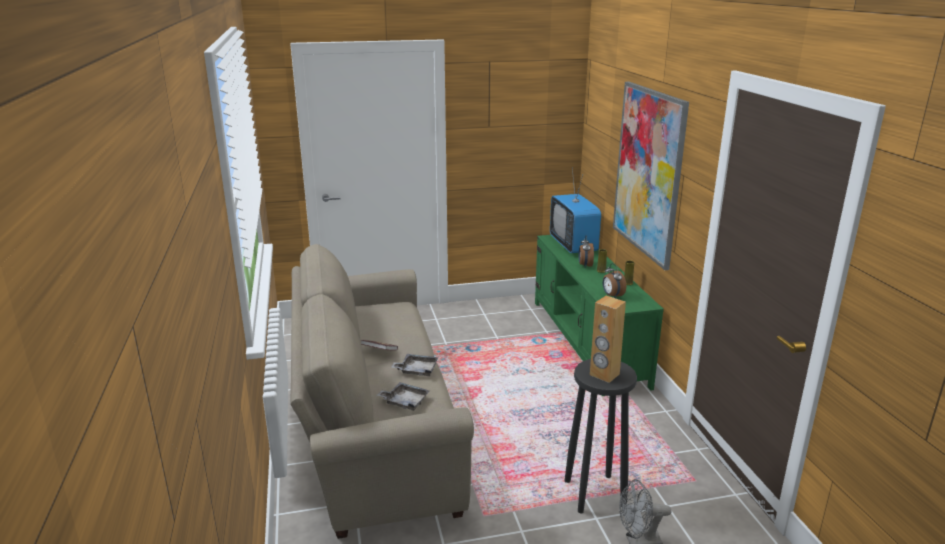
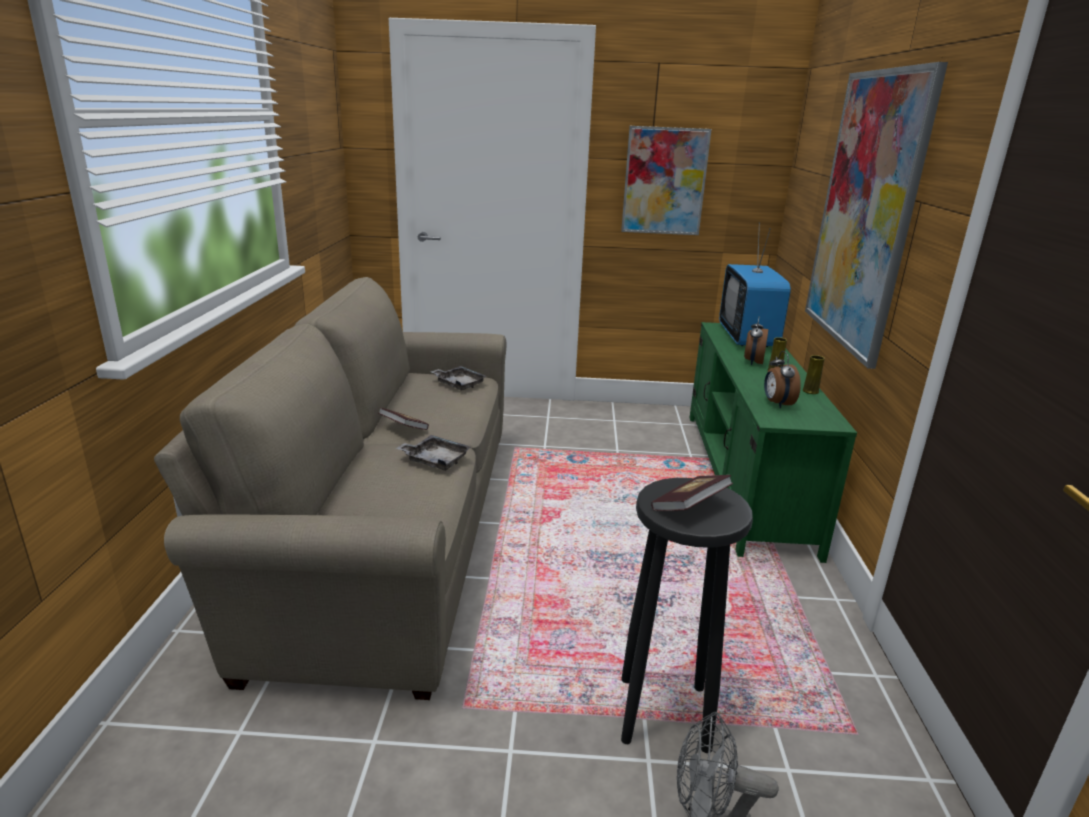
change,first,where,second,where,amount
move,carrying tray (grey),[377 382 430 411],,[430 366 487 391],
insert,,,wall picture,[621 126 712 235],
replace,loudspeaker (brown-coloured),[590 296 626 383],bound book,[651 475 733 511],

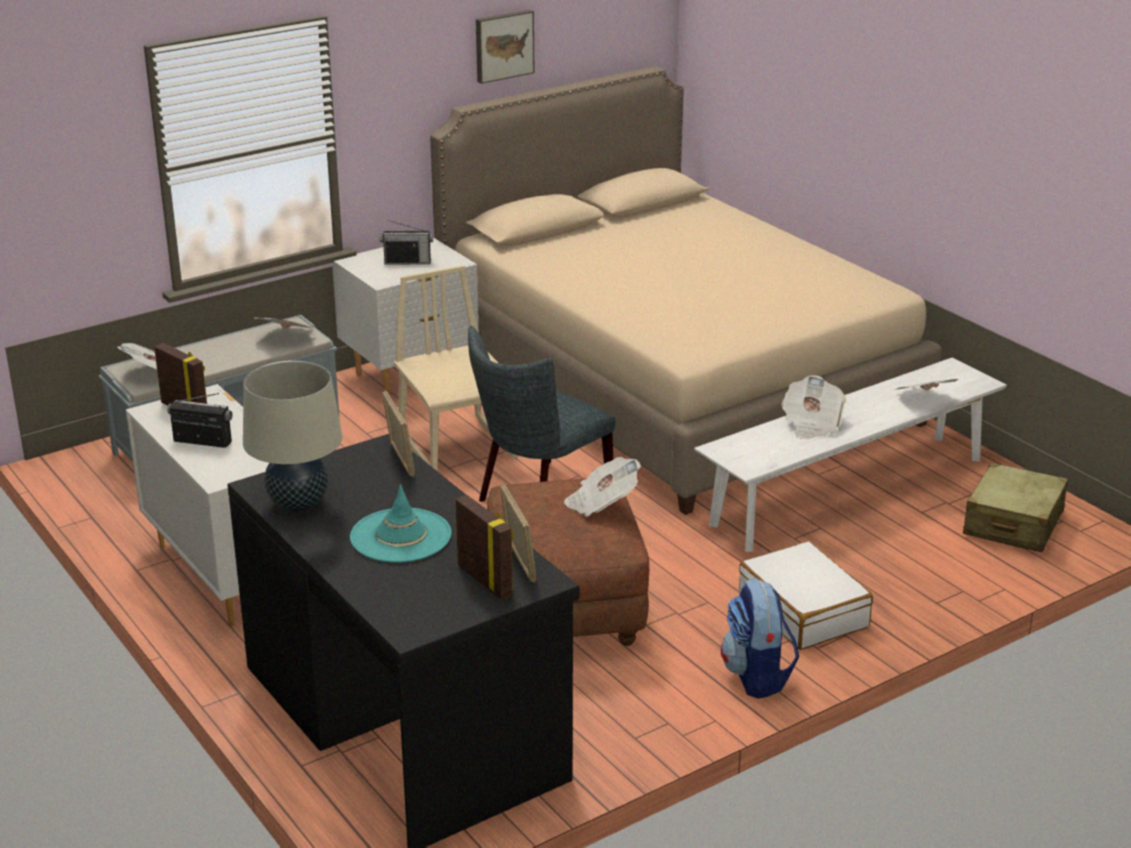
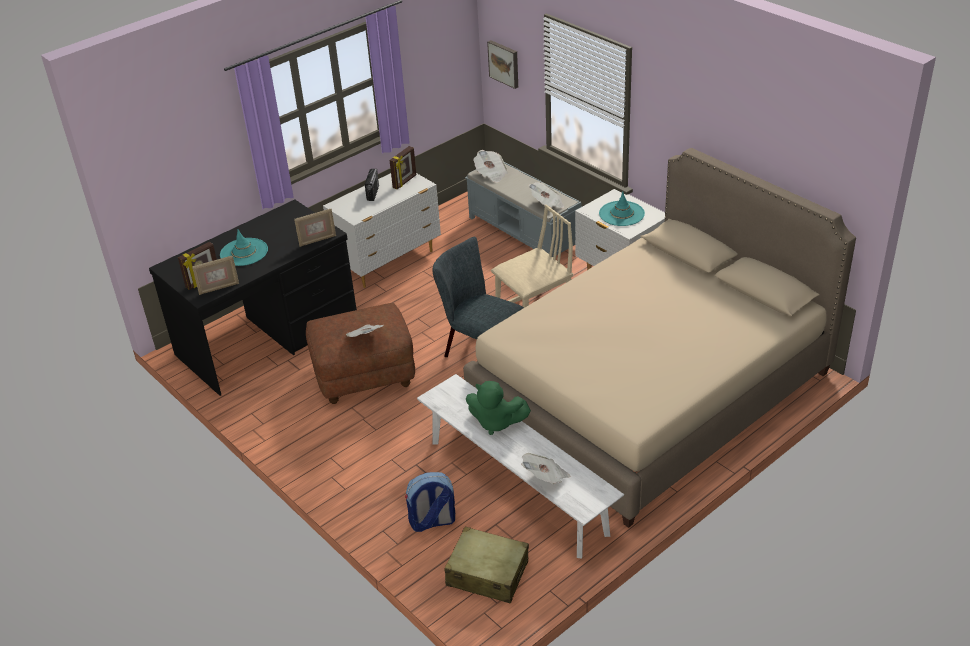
change,first,where,second,where,amount
move,backpack,[721 578 799 699],,[405 472 455 532],
replace,printed paper,[781 375 846 439],plush toy (greenish),[466 381 531 435],
move,wall picture,[476 10 534 84],,[487 40 518 89],
replace,radio receiver,[380 220 433 265],wearable hat (turquoise-coloured),[599 191 645 226],
delete,lamp for a table (sand-coloured),[243 361 342 512],,,
delete,piece of luggage (white-coloured),[739 541 873 650],,,

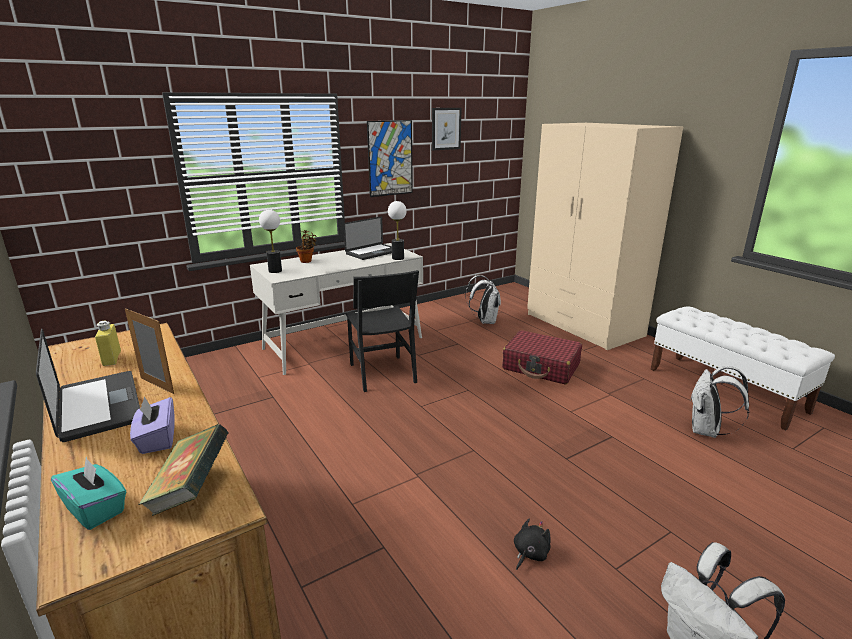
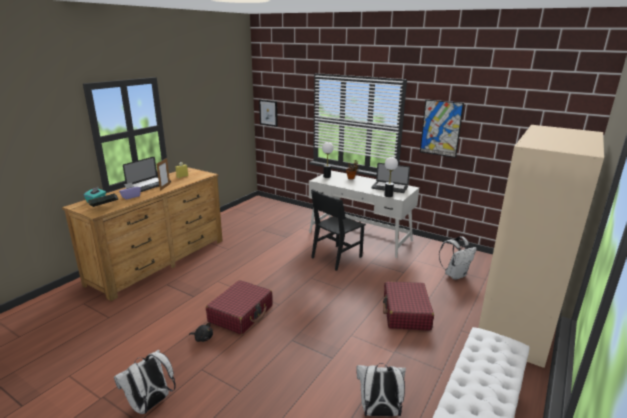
change,first,where,second,where,amount
insert,,,piece of luggage (reddish),[206 280 273 335],
move,wall picture,[432 108 462 151],,[259 100 278 127],

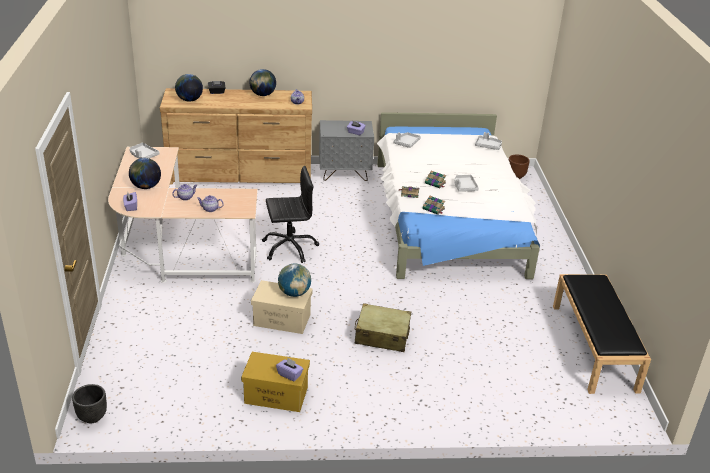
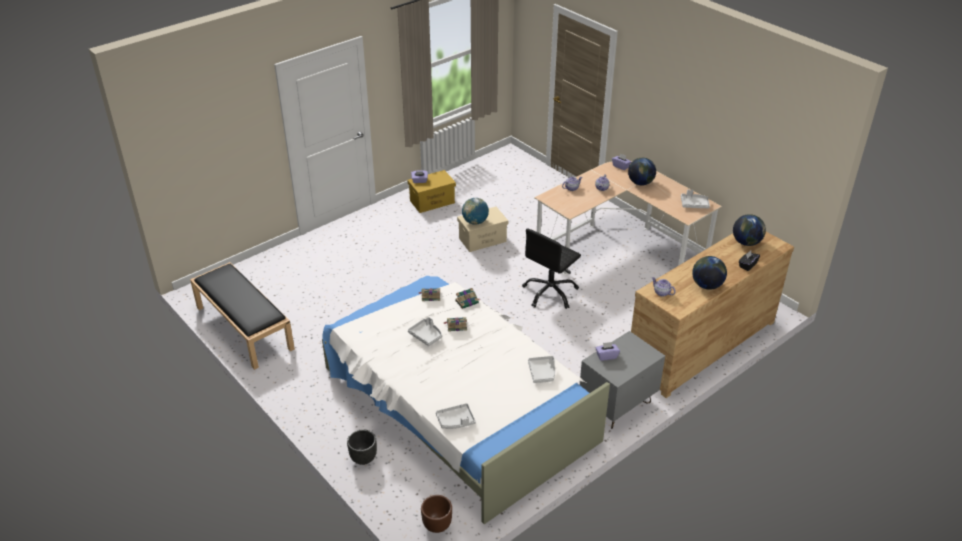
change,first,where,second,where,amount
move,flower pot (blackish),[72 384 107 423],,[347 430 377 465],
delete,piece of luggage (sand-coloured),[355 303 411 352],,,

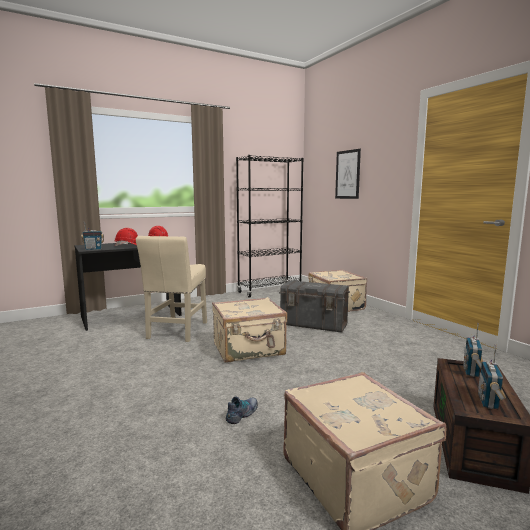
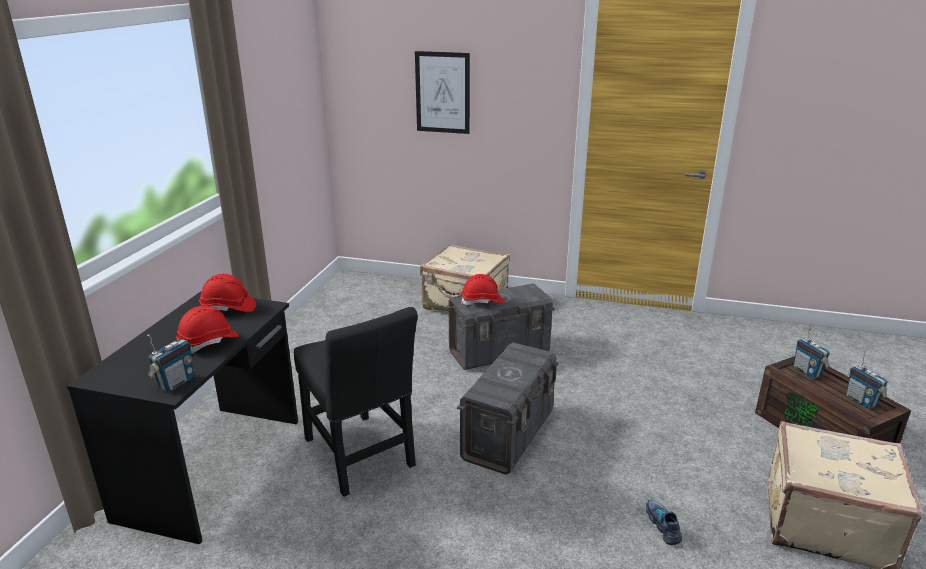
change,first,where,second,where,amount
recolor,upright chair (sand-coloured),[136 236 207 342],upright chair (blackish),[294 307 418 497],
replace,piece of luggage (sand-coloured),[212 297 287 363],storage container (grey),[457 342 558 475],
insert,,,hard hat (reddish),[461 274 504 305],
delete,bookshelf (blackish),[236 155 304 298],,,

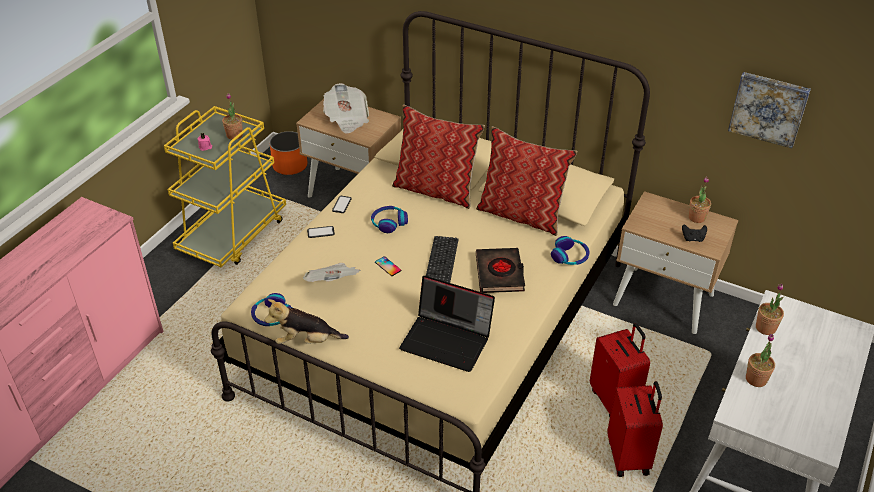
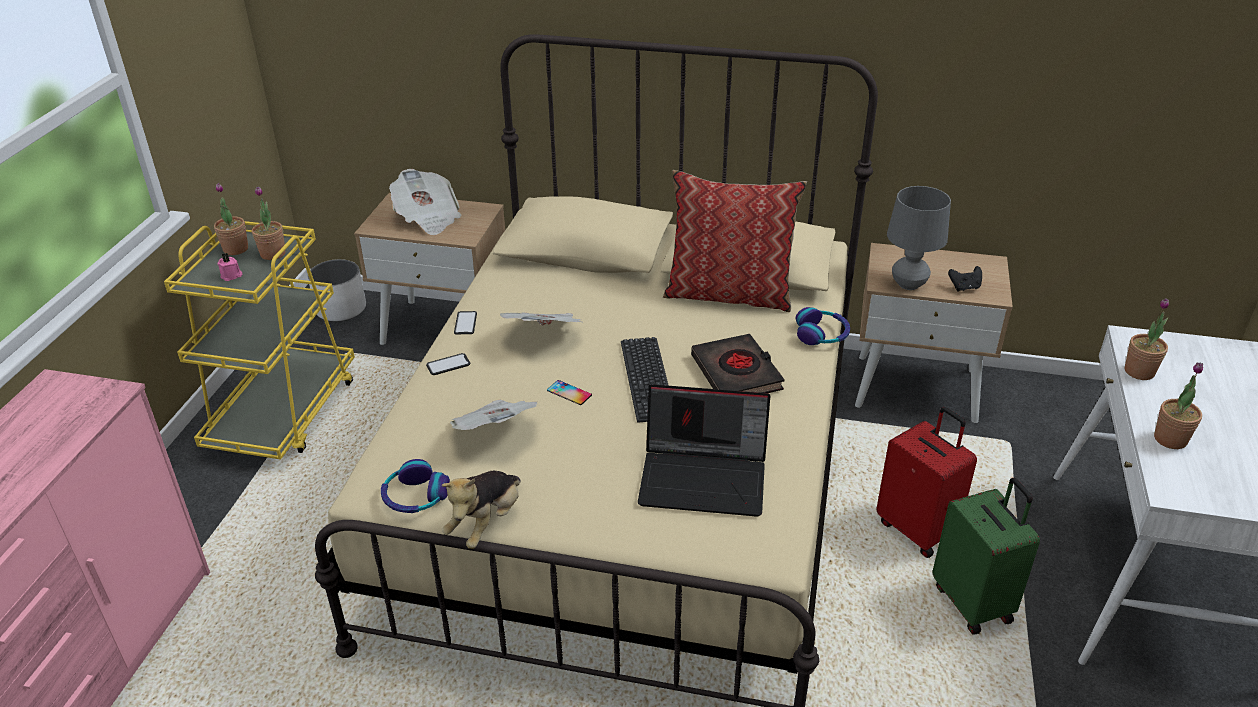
change,first,where,second,where,amount
move,houseplant,[689 176 711 223],,[214 183 248 255],
recolor,flower pot (orange),[270 131 307 175],flower pot (white-coloured),[308 259 366 322],
rotate,plush toy,[265 299 349 344],,[442 471 521 549],45 degrees counterclockwise
replace,headset,[371 206 408 233],printed paper,[500 312 582 325],
insert,,,lamp for a table (grey),[887 186 951 290],
recolor,piece of luggage (reddish),[607 381 663 477],piece of luggage (greenish),[933 478 1040 635],
delete,throw pillow,[392 105 485 209],,,
delete,wall picture,[728 72 811 149],,,

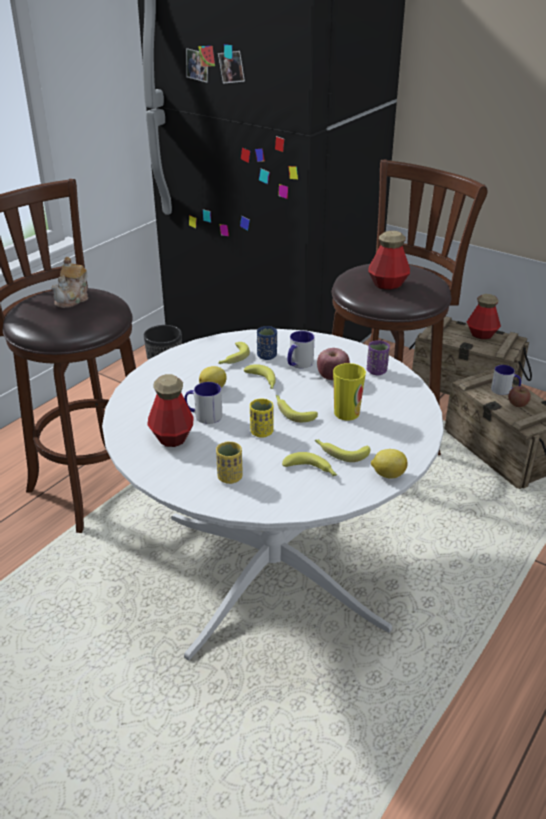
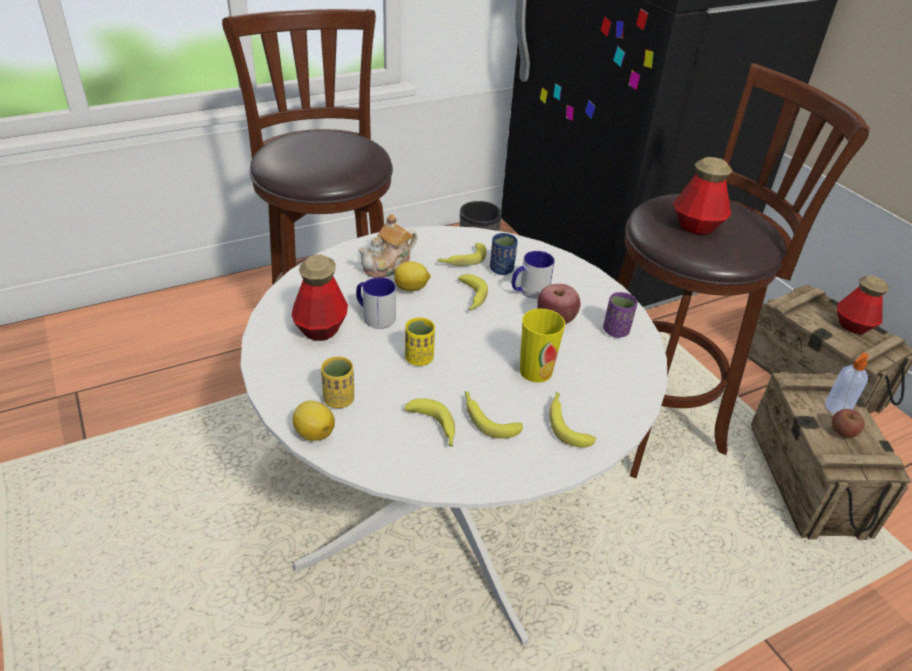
change,first,where,second,where,amount
move,whole lemon,[371 449 407 479],,[293 401 335 441],
move,pot for tea,[51 257 88 308],,[358 214 418 278],
move,whole banana,[276 395 318 422],,[550 391 596 448],
replace,mug,[491 365 521 395],soap bottle,[825 353 869 414],

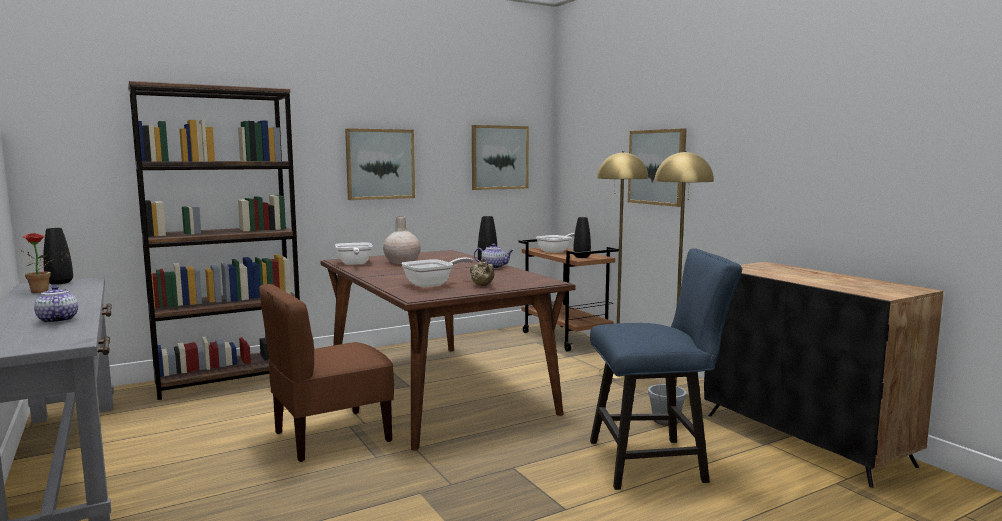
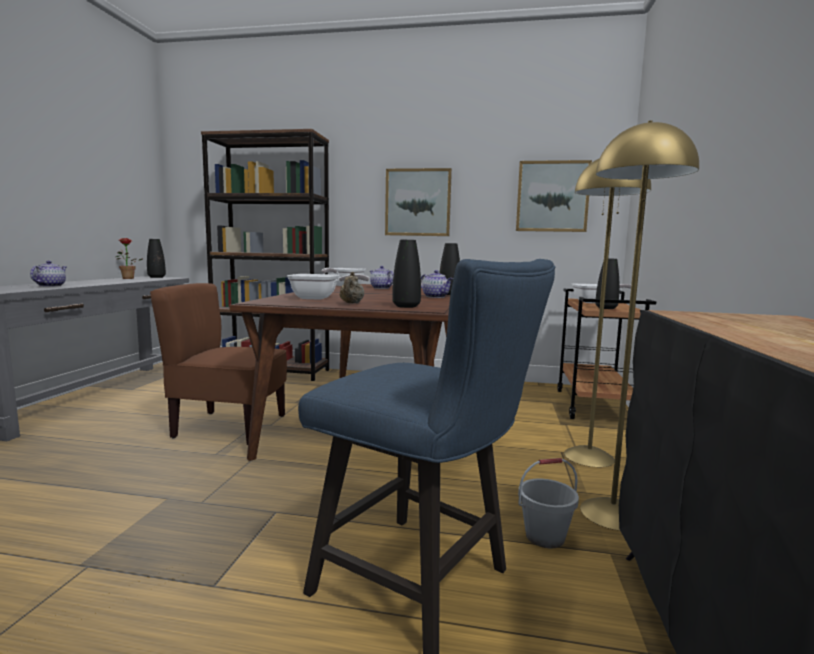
change,first,where,second,where,amount
replace,vase (sand-coloured),[383 216 421 264],pot for tea,[370 266 394 289],
insert,,,vase (blackish),[392 240 421 308],
delete,wall picture,[628 129 687 207],,,

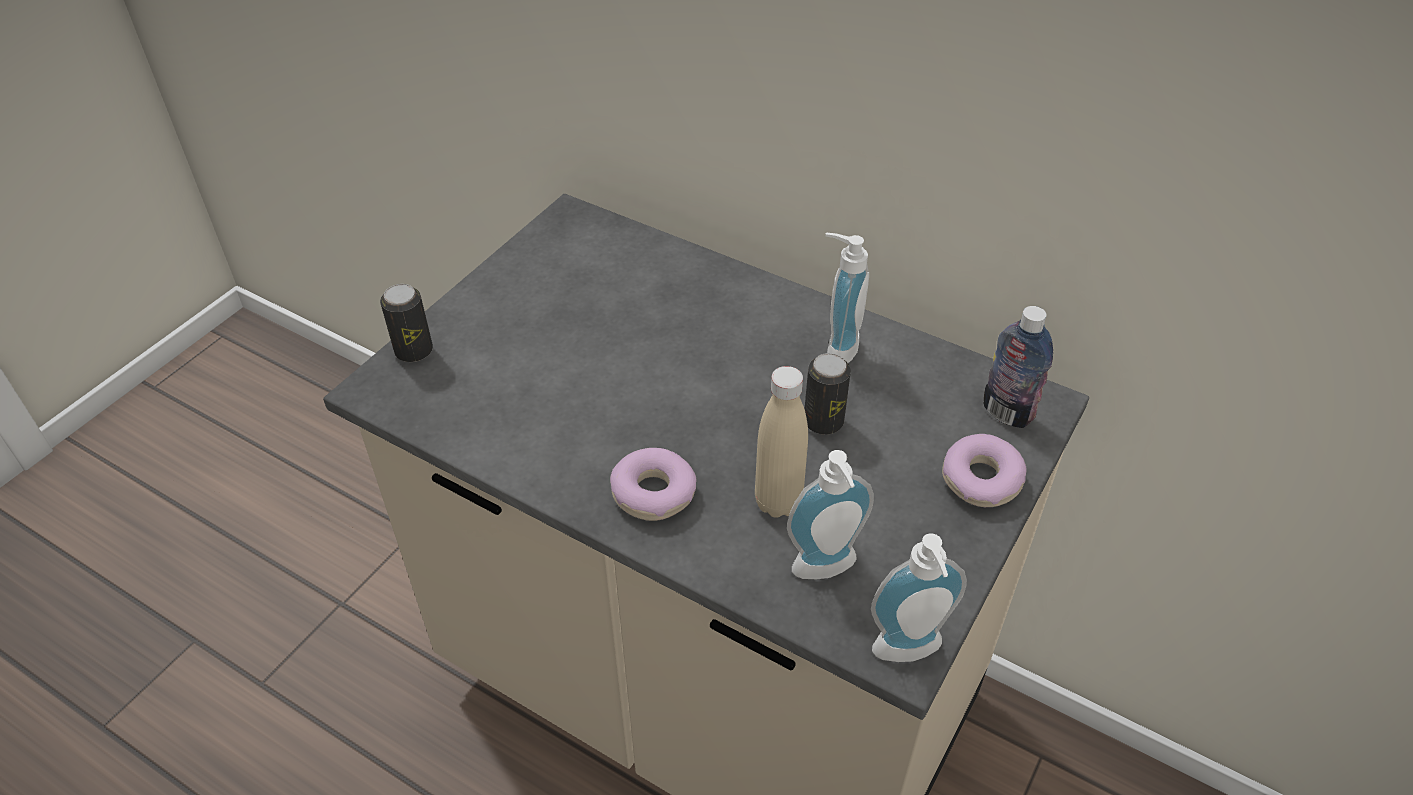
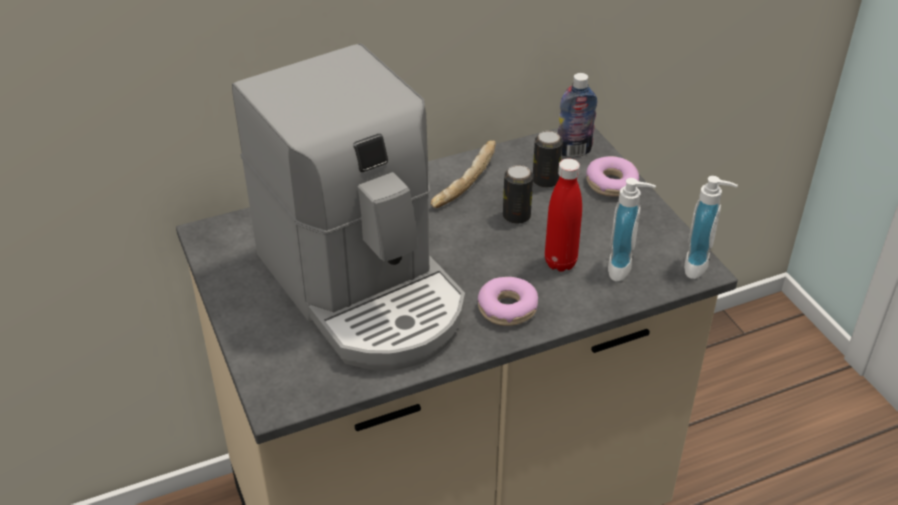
change,first,where,second,where,amount
insert,,,coffee machine,[232 43 465 370],
replace,soap bottle,[825 233 869 363],bakery bread,[431 140 496 208],
move,metal can,[380 284 433 362],,[533 131 563 188],
recolor,drink bottle (sand-coloured),[755 366 808 518],drink bottle (reddish),[545 159 582 272],

